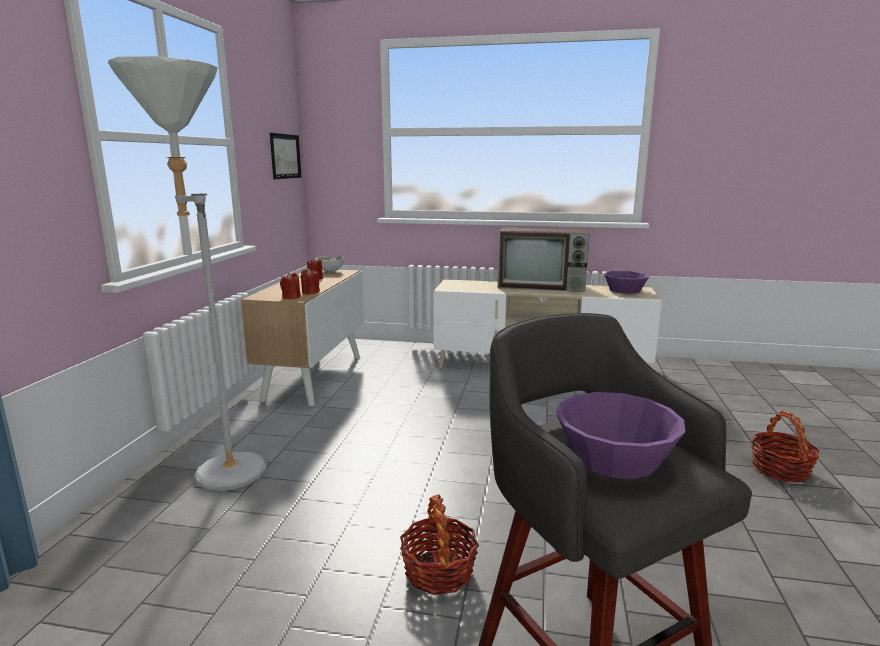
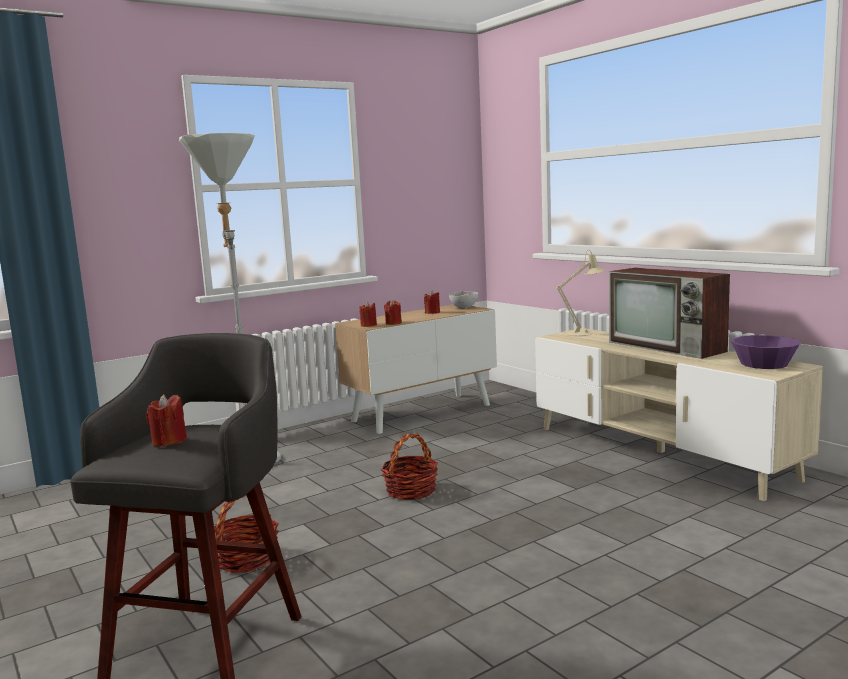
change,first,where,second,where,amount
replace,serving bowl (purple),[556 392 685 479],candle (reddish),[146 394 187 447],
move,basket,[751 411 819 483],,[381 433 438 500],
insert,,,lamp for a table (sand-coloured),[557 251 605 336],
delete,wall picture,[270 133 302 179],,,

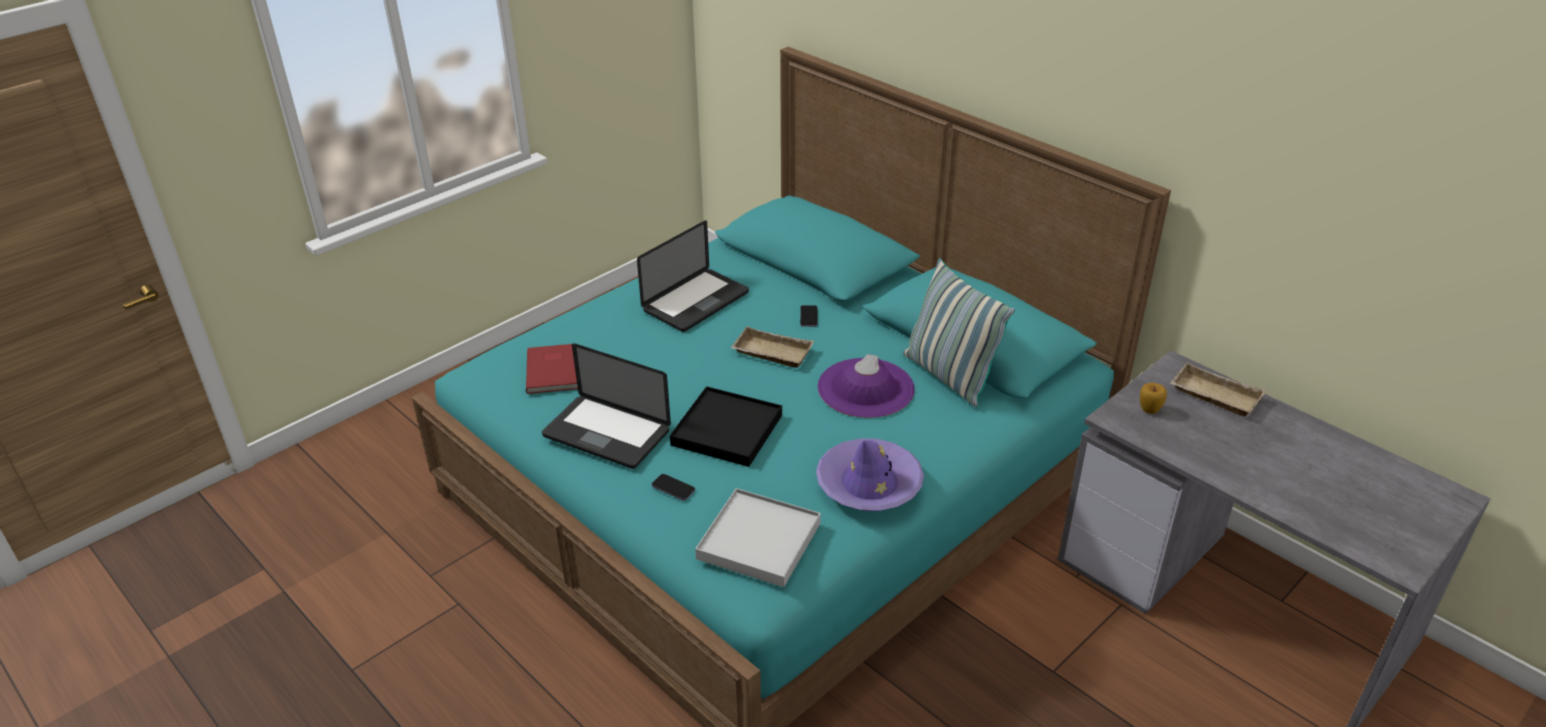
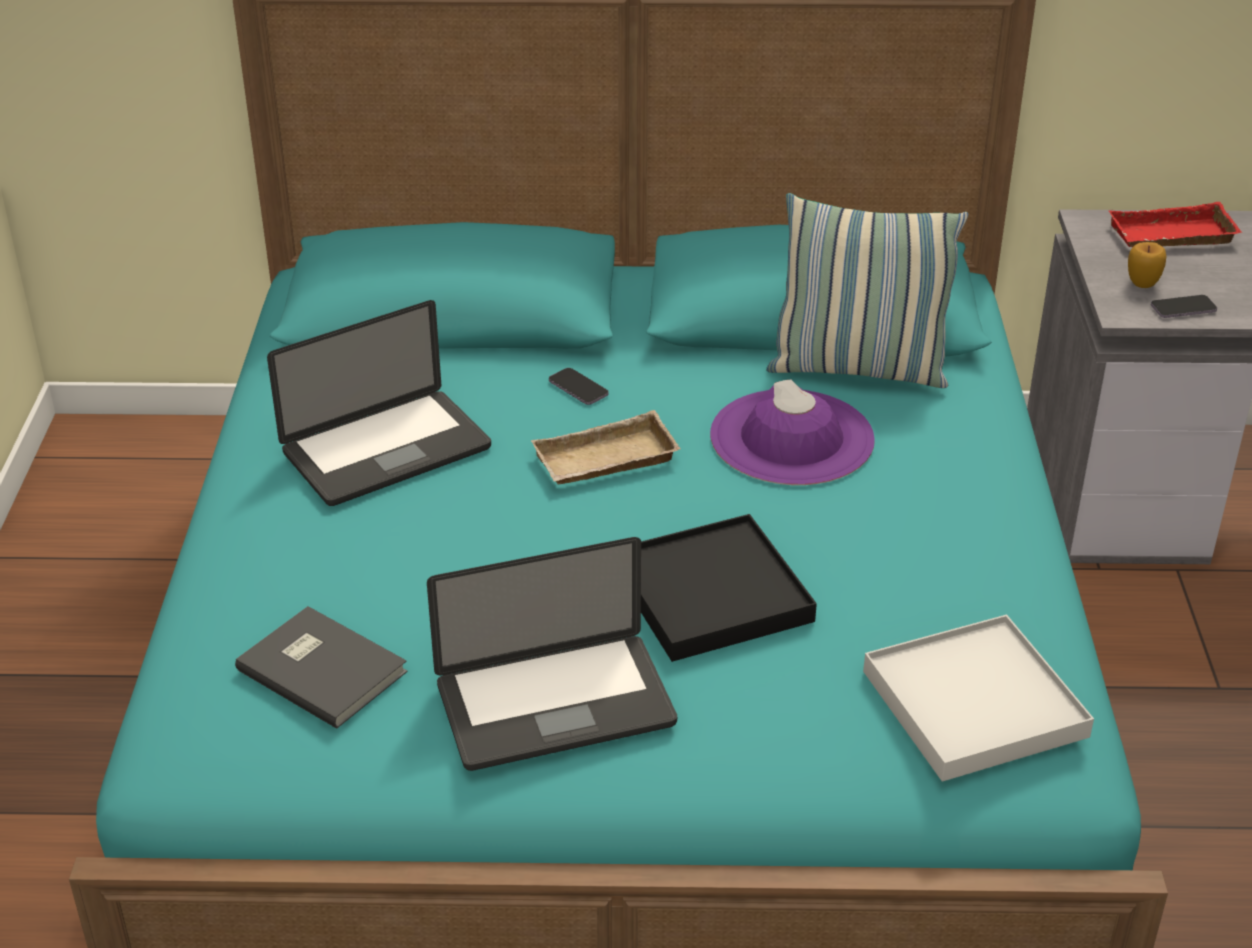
change,first,where,second,where,amount
recolor,bound book (reddish),[526 343 578 394],bound book (grey),[235 606 408 729],
rotate,notebook computer,[637 220 749 332],,[267 300 491 506],60 degrees clockwise
recolor,carrying tray (sand-coloured),[1170 362 1266 417],carrying tray (reddish),[1109 202 1242 247],
move,phone,[652 474 695 501],,[1151 295 1217 318],
delete,wearable hat (purple),[816 438 924 511],,,

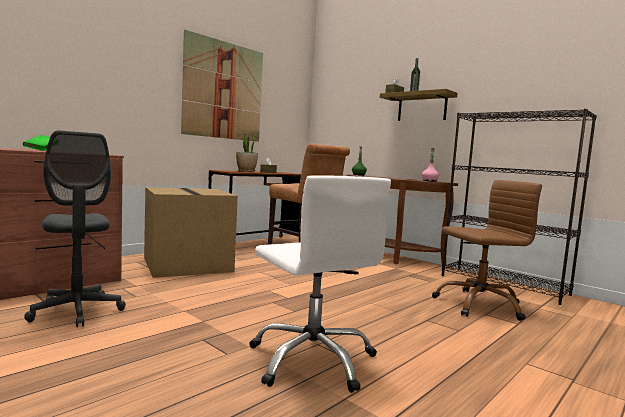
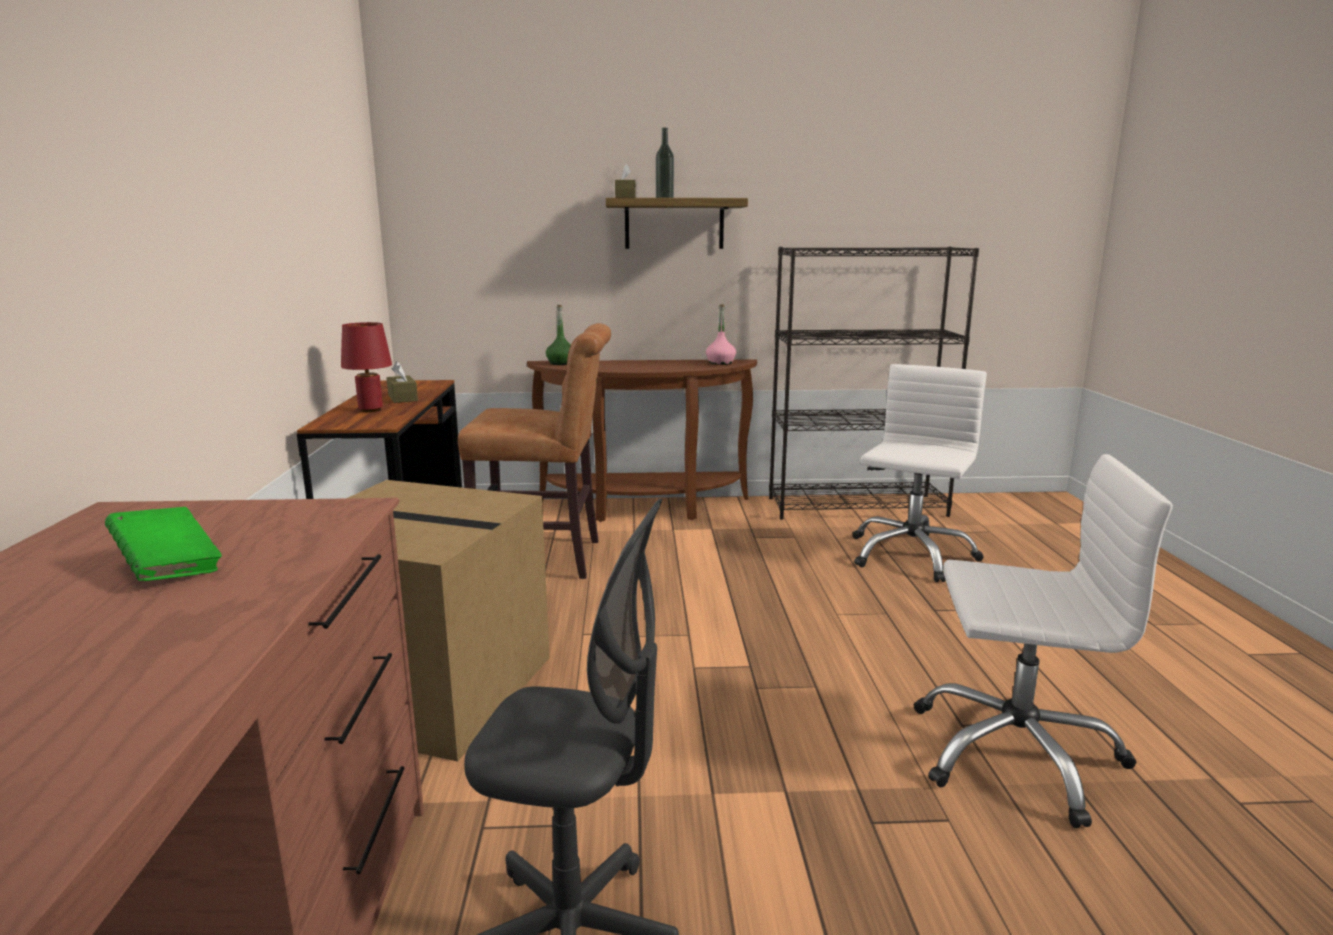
change,first,where,second,where,amount
replace,houseplant,[236 133 258 172],lamp for a table (reddish),[341 322 392 412],
recolor,desk chair (brown-coloured),[432 180 542 321],desk chair (white-coloured),[852 364 987 582],
delete,wall picture,[181 30 263 142],,,

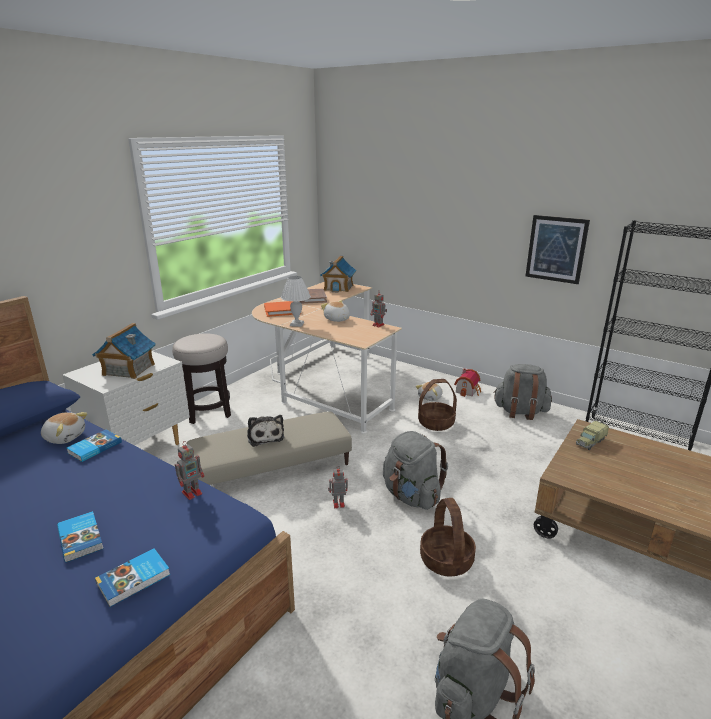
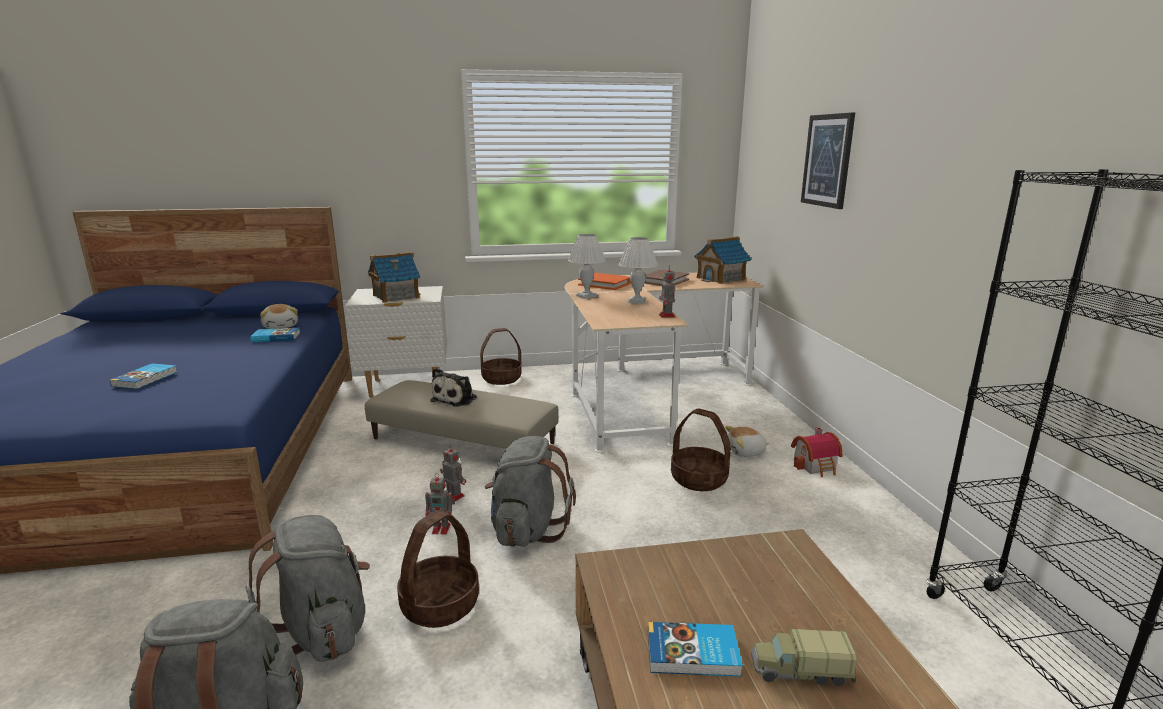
change,first,where,second,where,amount
move,backpack (grey),[493 364 552 420],,[246 515 370 662],
move,toy robot,[175 441 204 500],,[425 473 455 535],
replace,sitting stool,[172 333 231 424],basket,[480 328 522 385],
replace,plush toy,[321 301 350 322],lamp for a table (white-coloured),[619 237 658 304],
move,bound book,[95 548 170 607],,[648 622 743 677],
move,toy truck,[576 421 609 450],,[751 629 857 686],
move,wall picture,[525 215 590 284],,[801 112 855 209],

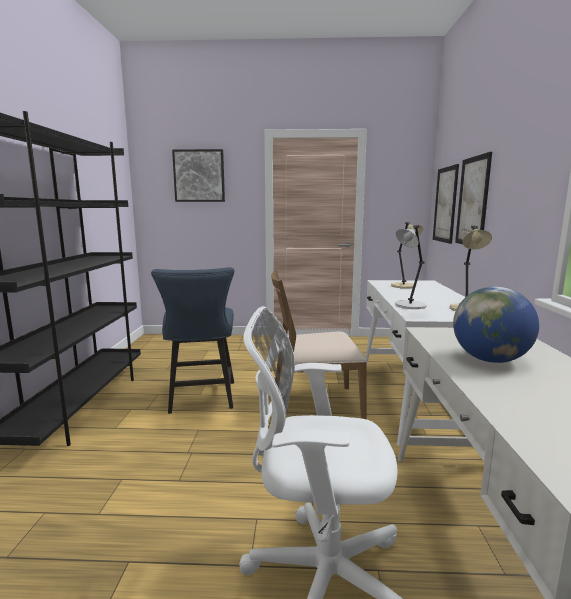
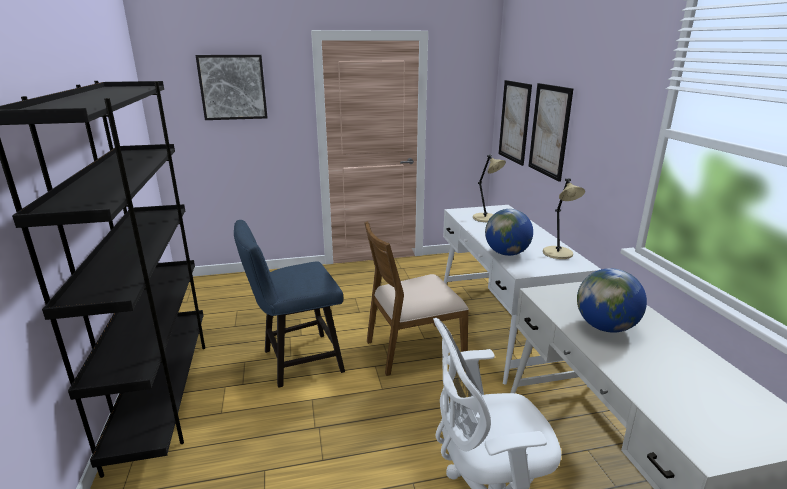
change,first,where,second,where,amount
rotate,upright chair (bluish),[151 267 234 414],,[234 220 345 388],90 degrees clockwise
replace,lamp for a table (grey),[395 225 427 309],world globe,[485 209 533 256],

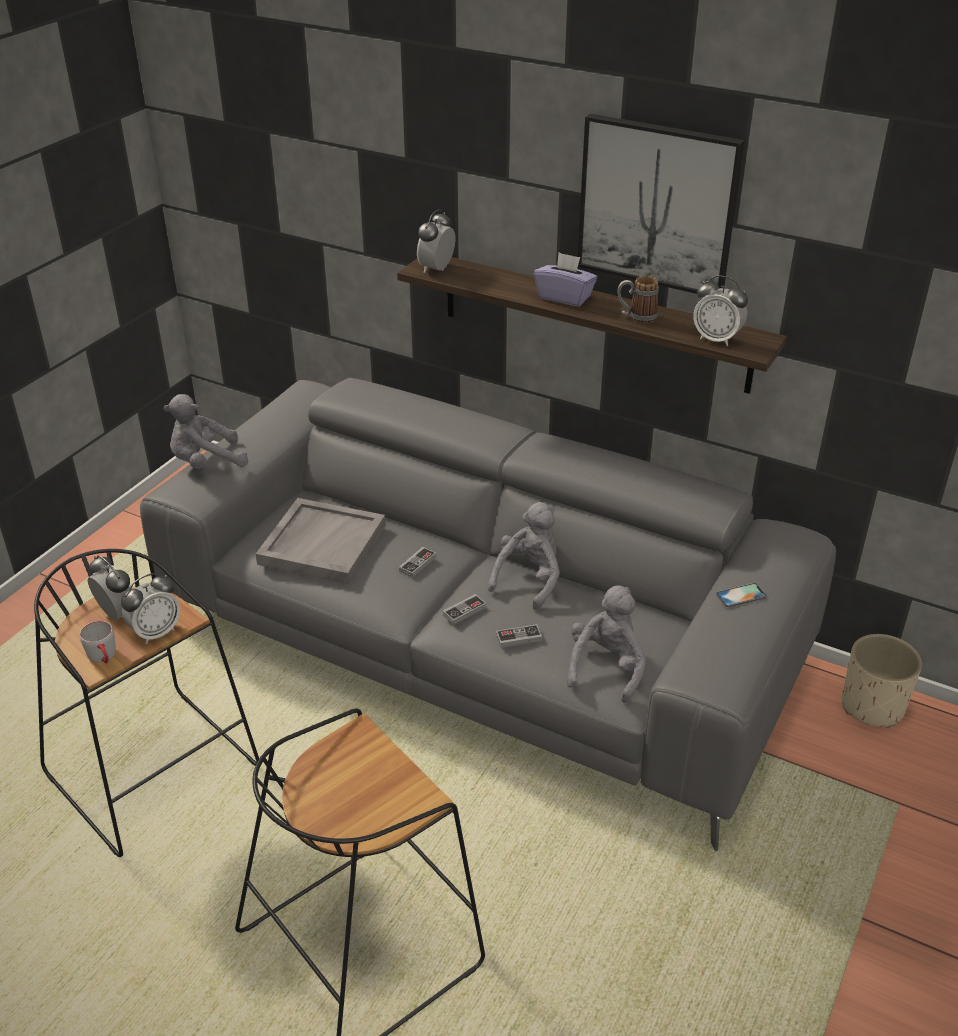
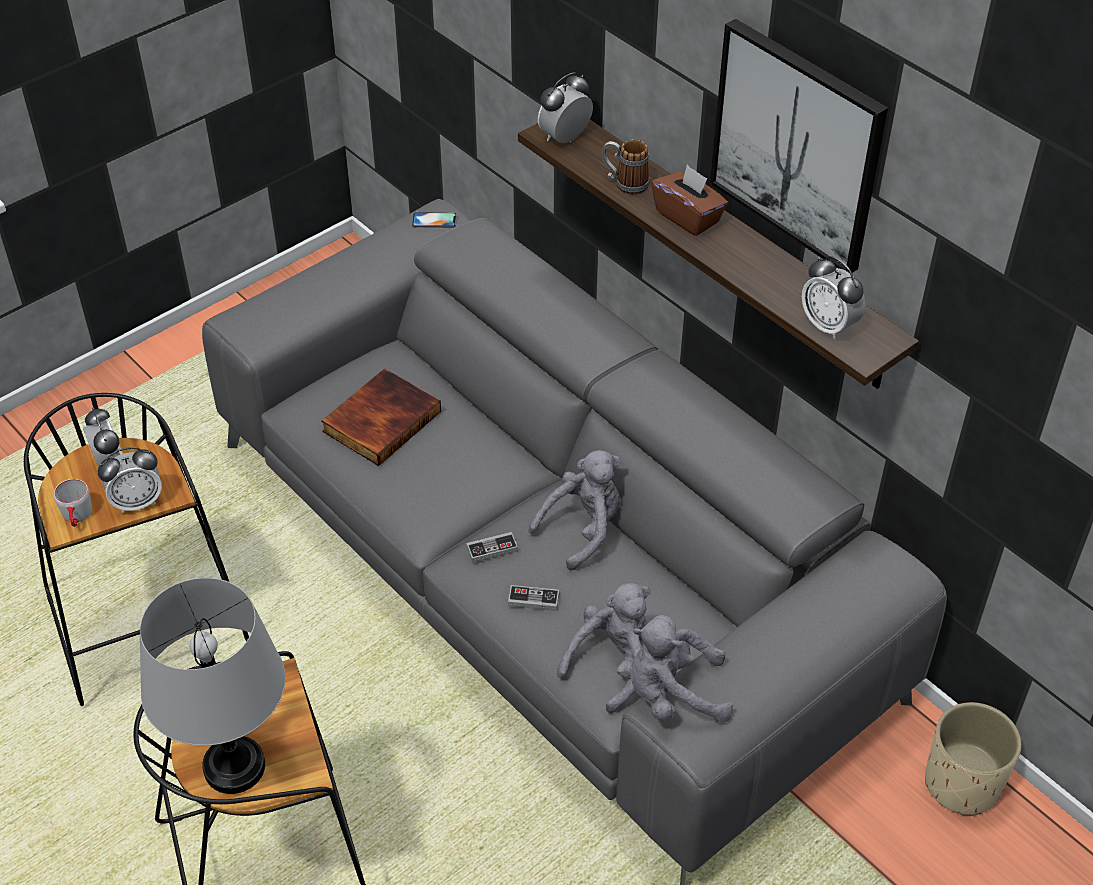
change,first,where,second,where,amount
insert,,,lamp for a table (grey),[140 578 286 794],
replace,carrying tray (grey),[256 498 386 584],bound book,[321 368 441 466],
move,phone,[716 583 766 607],,[412 212 457 228],
move,mug,[617 275 659 323],,[602 139 649 195],
move,plush toy (grey),[163 394 248 469],,[630 615 733 723],
recolor,box of tissues (purple),[534 252 597 307],box of tissues (brown-coloured),[651 165 728 236],
delete,game controller,[399 547 436 578],,,

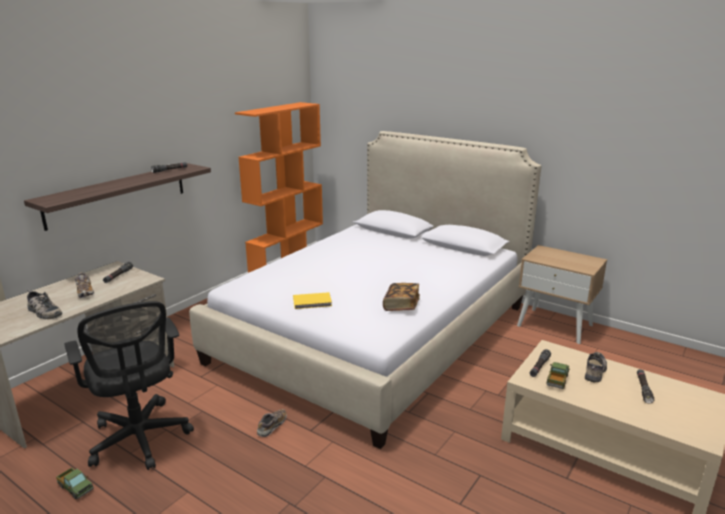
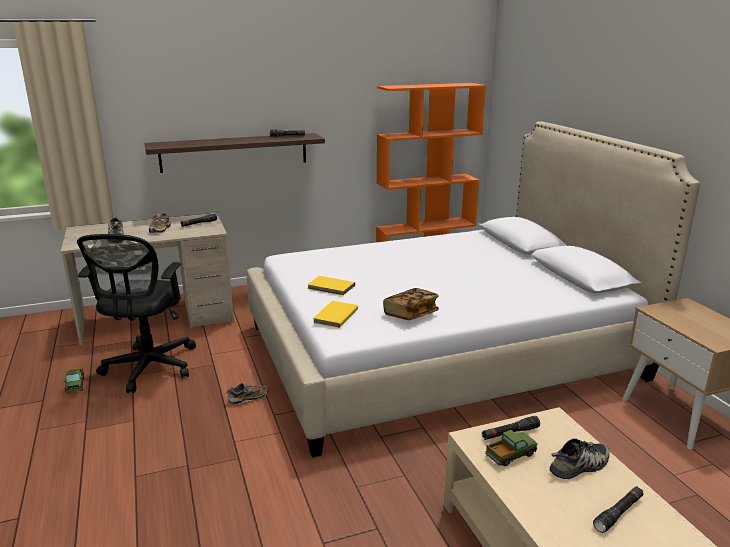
change,first,where,second,where,amount
insert,,,bound book (yellowish),[313 301 358 328],

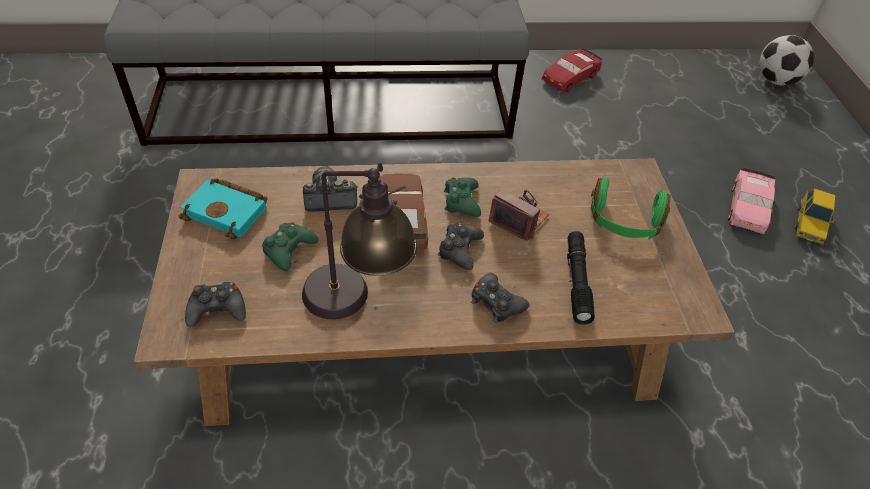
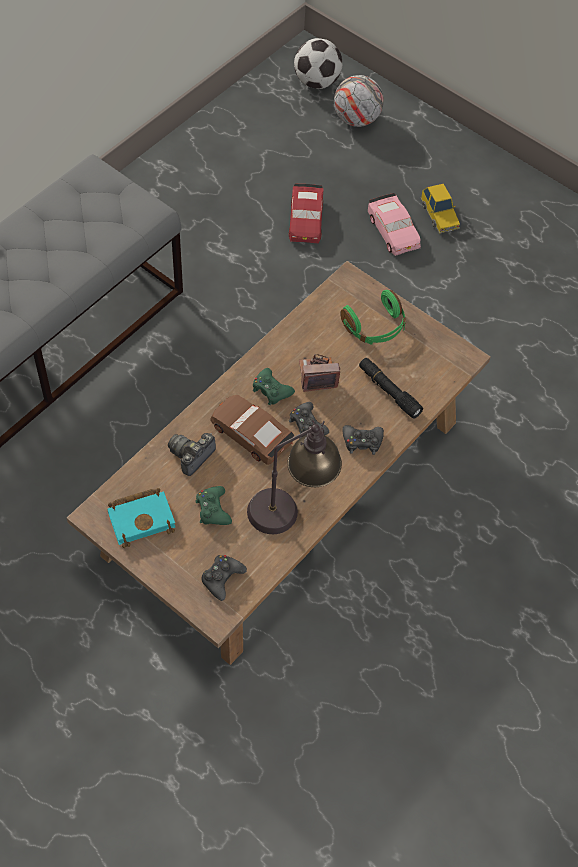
change,first,where,second,where,amount
move,miniature car (reddish),[542 48 602 92],,[289 183 324 243],
insert,,,football ball,[334 75 384 127],

